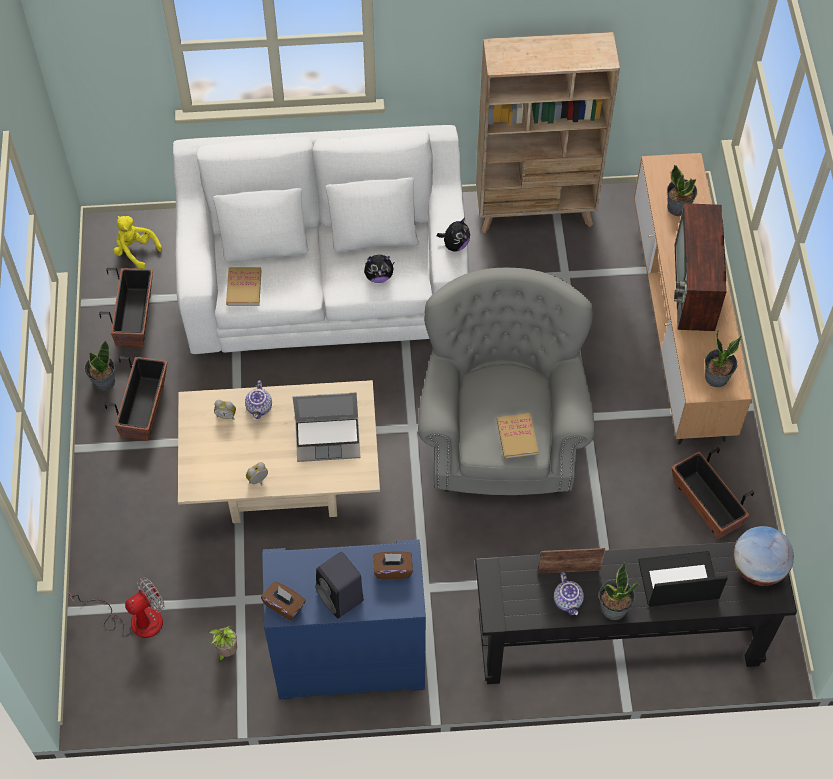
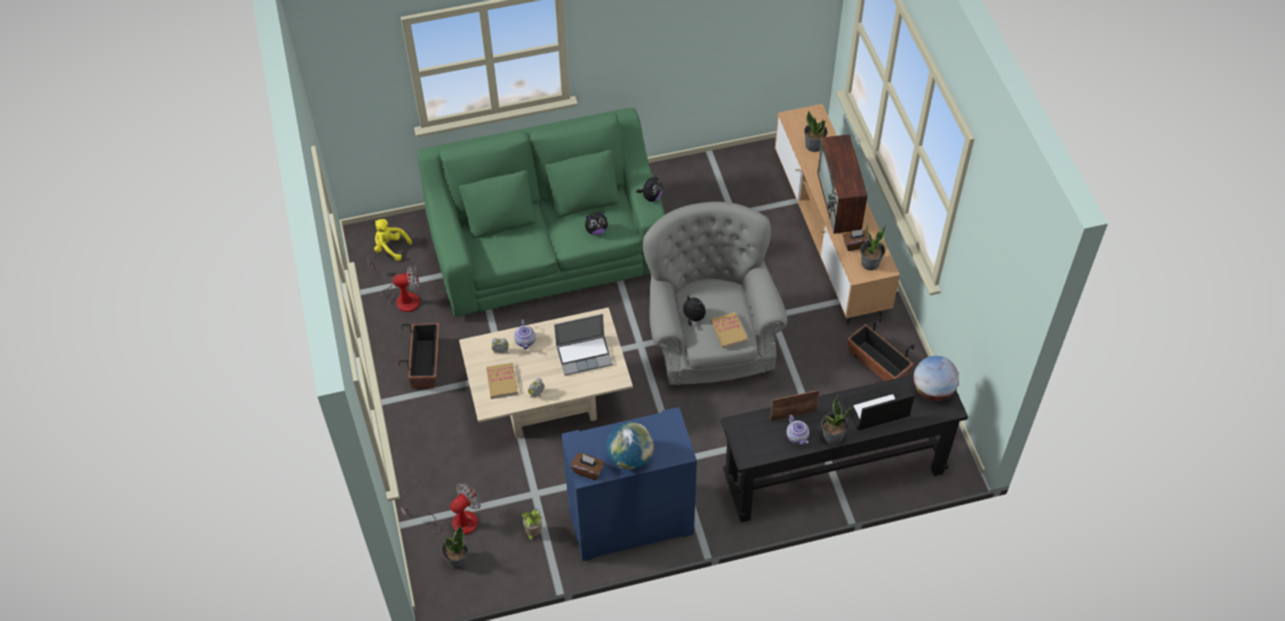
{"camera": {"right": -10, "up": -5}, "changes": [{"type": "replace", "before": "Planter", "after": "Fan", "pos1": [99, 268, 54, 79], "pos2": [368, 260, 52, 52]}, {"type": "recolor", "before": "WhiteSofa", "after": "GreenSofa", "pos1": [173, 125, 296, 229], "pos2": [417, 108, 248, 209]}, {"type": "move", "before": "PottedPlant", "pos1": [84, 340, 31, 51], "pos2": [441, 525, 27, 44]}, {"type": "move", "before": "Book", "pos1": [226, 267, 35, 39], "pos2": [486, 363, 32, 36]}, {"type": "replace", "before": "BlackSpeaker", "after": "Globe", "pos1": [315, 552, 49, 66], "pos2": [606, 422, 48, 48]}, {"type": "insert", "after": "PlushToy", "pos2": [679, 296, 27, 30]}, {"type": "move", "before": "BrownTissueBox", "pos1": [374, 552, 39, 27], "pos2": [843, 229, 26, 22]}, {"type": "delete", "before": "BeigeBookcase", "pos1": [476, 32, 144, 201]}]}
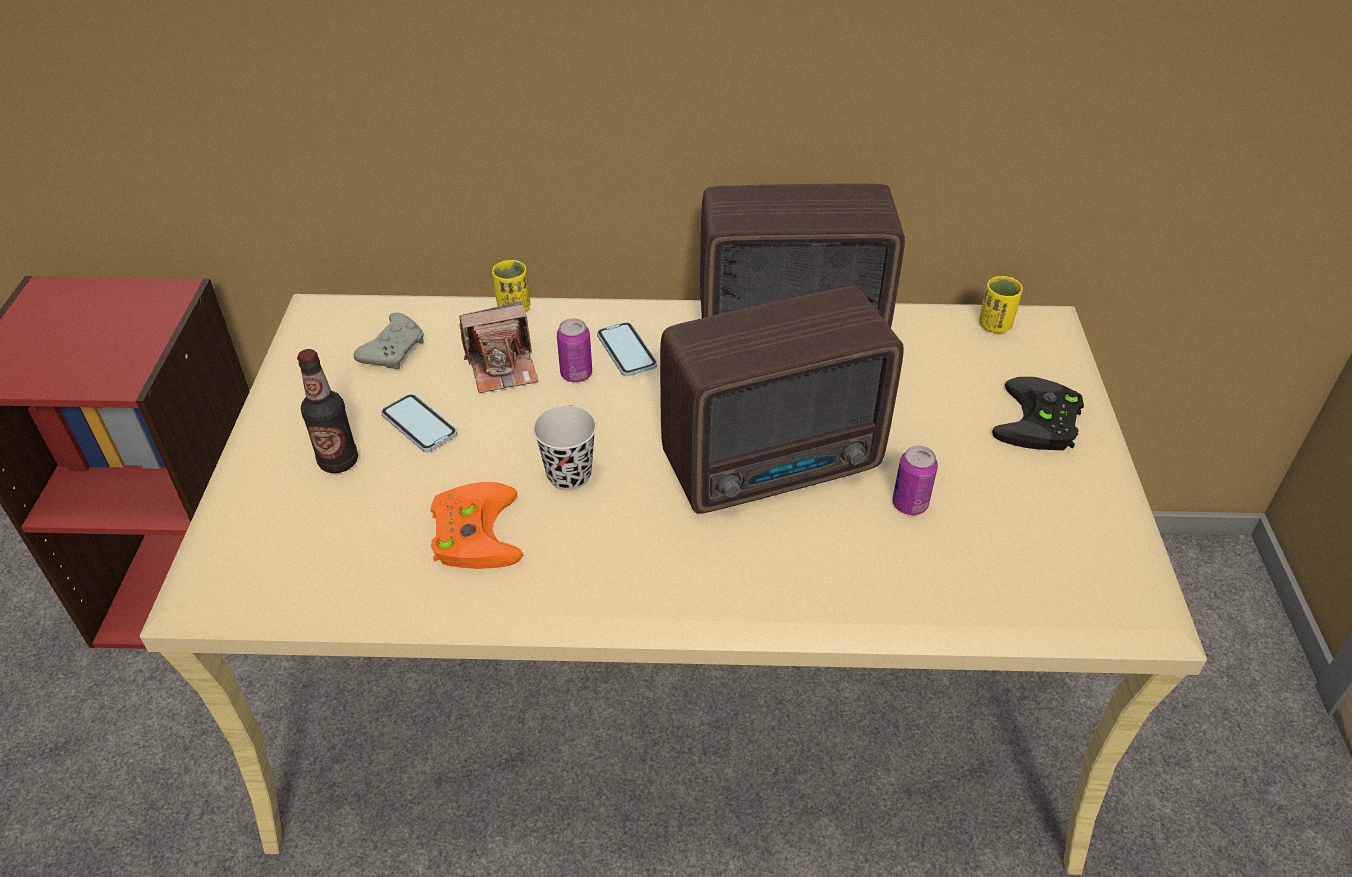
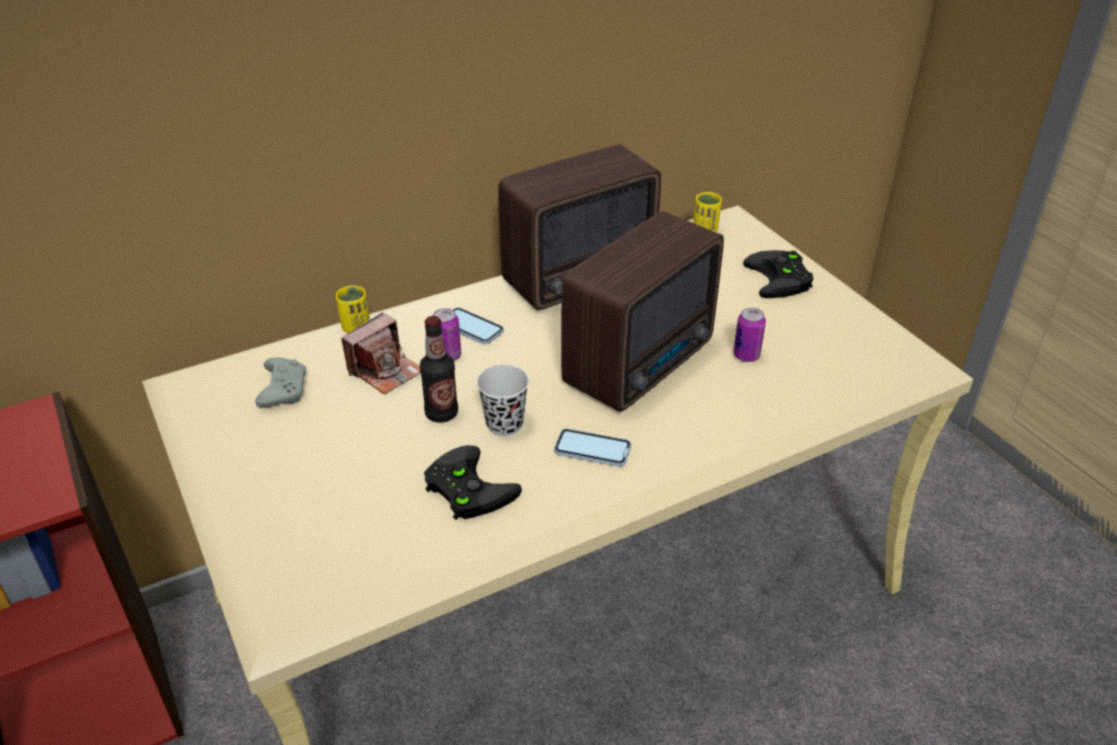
{"camera": {"right": -30, "up": -5}, "changes": [{"type": "move", "before": "Bottle", "pos1": [297, 349, 61, 124], "pos2": [420, 316, 38, 107]}, {"type": "recolor", "before": "OrangeGameController", "after": "BlackGameController", "pos1": [430, 482, 93, 87], "pos2": [424, 445, 98, 75]}, {"type": "move", "before": "Phone", "pos1": [381, 394, 76, 58], "pos2": [554, 428, 77, 39]}]}
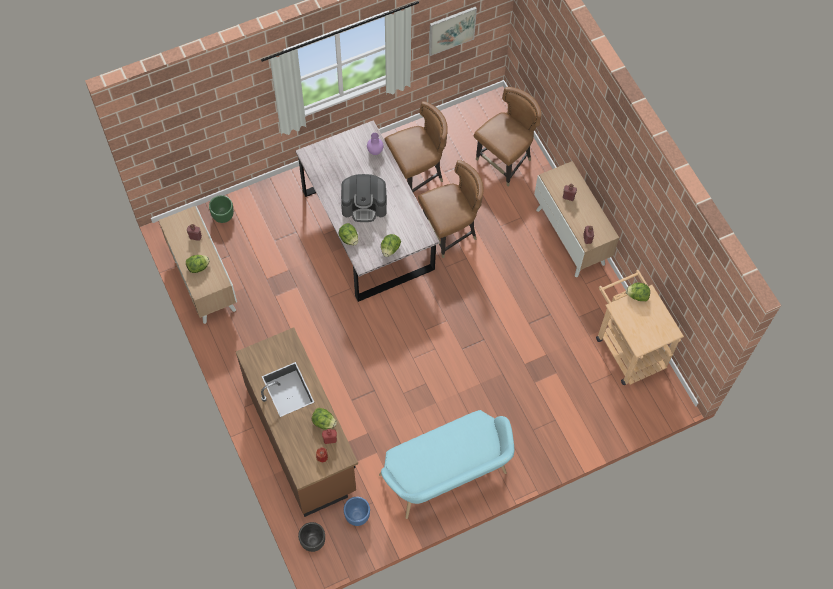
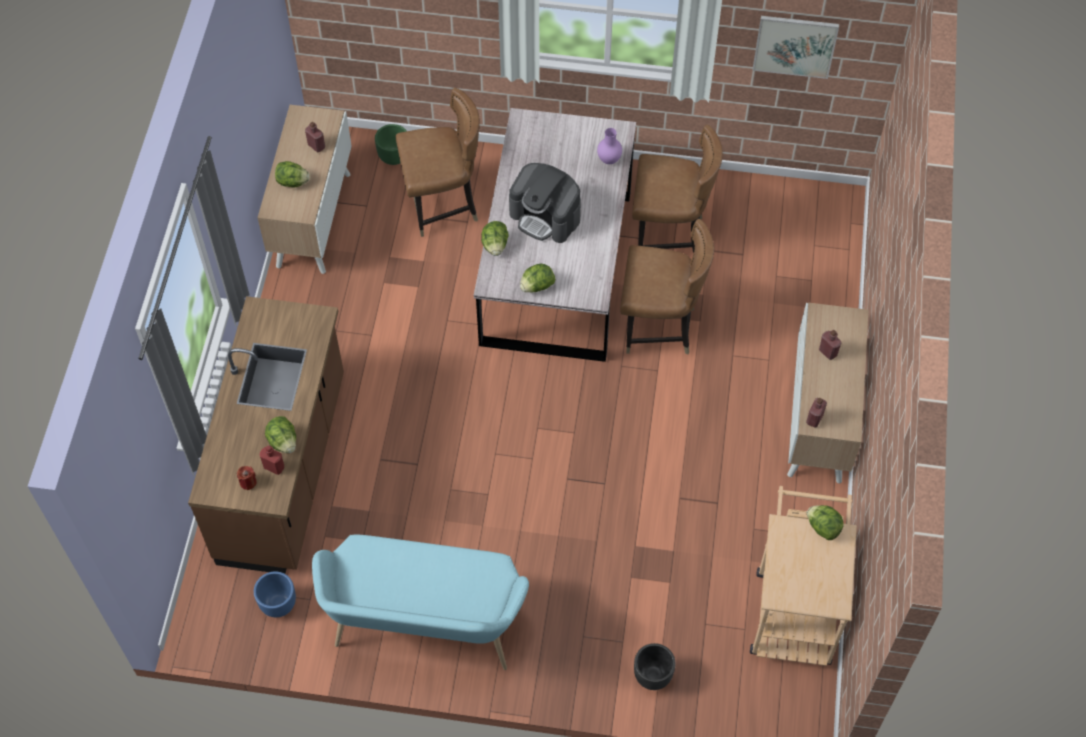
{"camera": {"right": 35, "up": -5}, "changes": [{"type": "move", "before": "BrownChair", "pos1": [474, 87, 68, 99], "pos2": [396, 88, 84, 149]}, {"type": "move", "before": "BlackPlanter", "pos1": [298, 522, 27, 30], "pos2": [634, 643, 42, 47]}]}
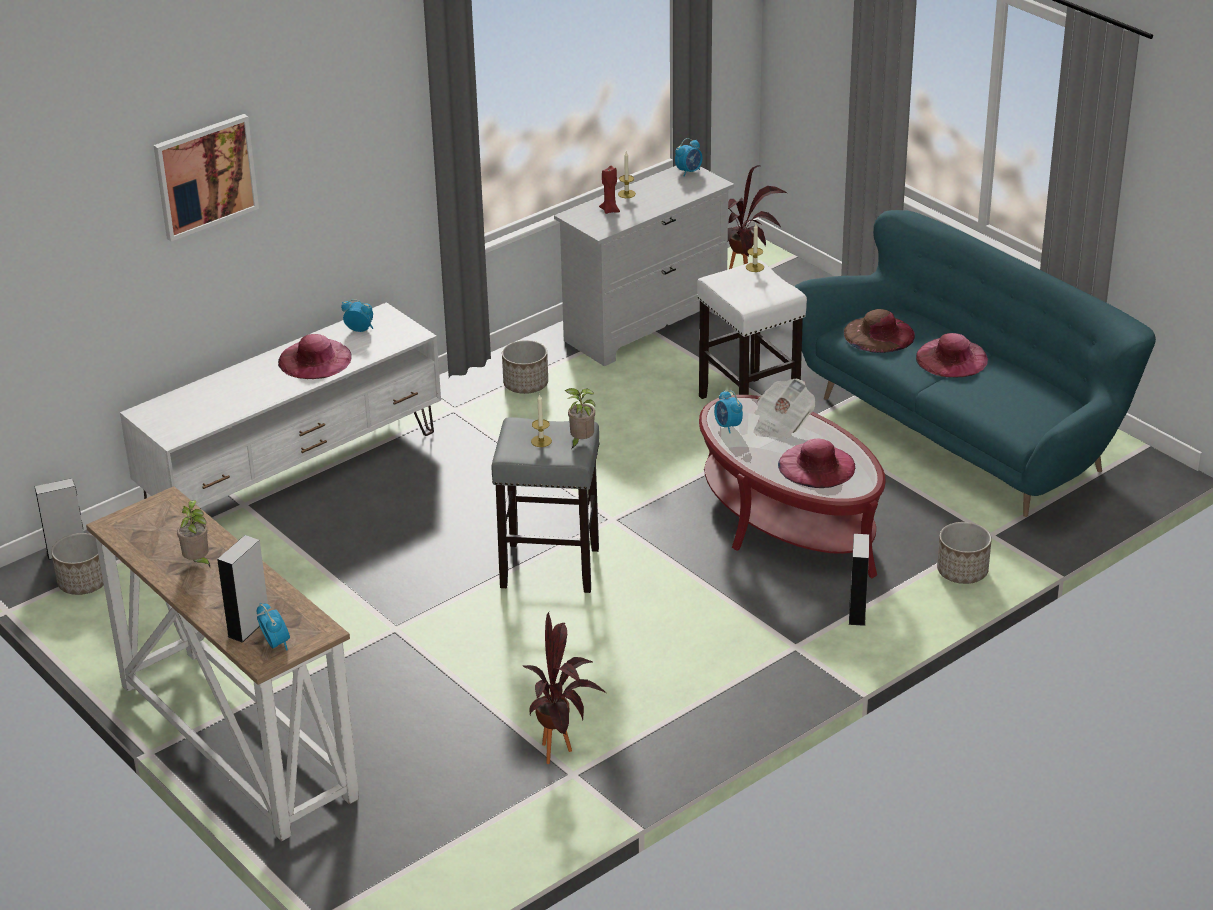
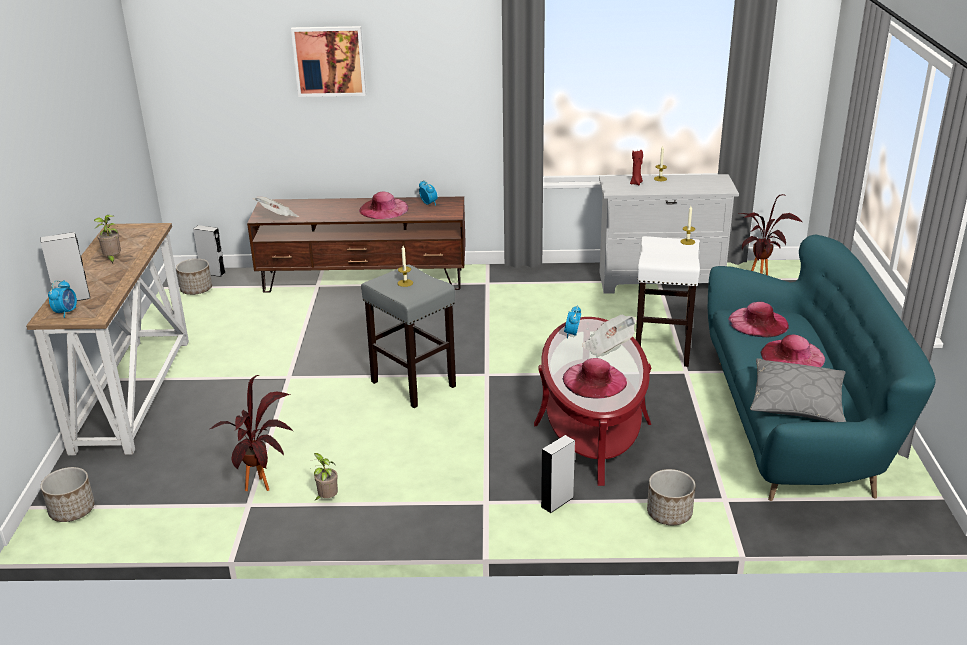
{"camera": {"right": 40, "up": -5}, "changes": [{"type": "move", "before": "Planter", "pos1": [502, 340, 46, 54], "pos2": [40, 467, 55, 55]}, {"type": "recolor", "before": "WhiteTvStand", "after": "BrownTvStand", "pos1": [120, 302, 321, 206], "pos2": [247, 196, 219, 97]}, {"type": "insert", "after": "Newspaper", "pos2": [253, 197, 47, 20]}, {"type": "move", "before": "PottedPlant", "pos1": [565, 388, 30, 60], "pos2": [314, 453, 24, 48]}, {"type": "recolor", "before": "BrownHat", "after": "PinkHat", "pos1": [844, 309, 71, 44], "pos2": [729, 302, 60, 35]}, {"type": "insert", "after": "GreyPillow", "pos2": [750, 358, 96, 64]}, {"type": "delete", "before": "AlarmClock", "pos1": [675, 138, 27, 39]}]}
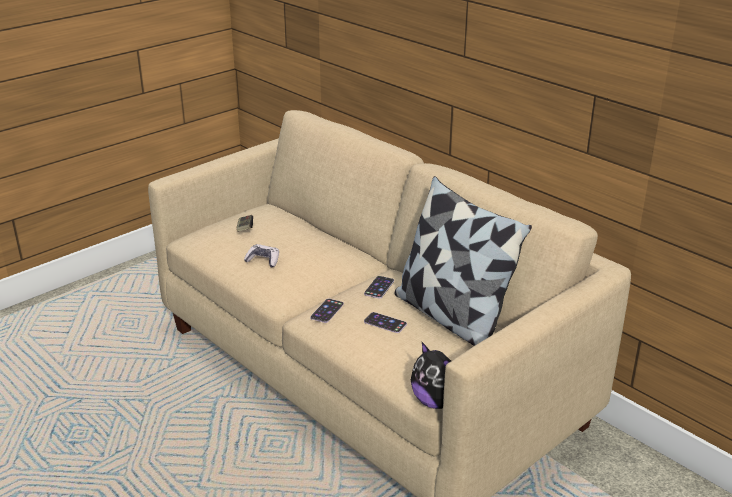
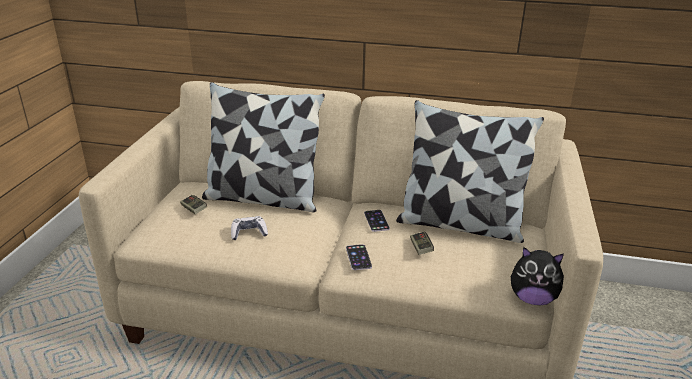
{"camera": {"right": -35, "up": 0}, "changes": [{"type": "insert", "after": "Pillow", "pos2": [202, 82, 123, 130]}, {"type": "replace", "before": "Phone", "after": "GameController", "pos1": [364, 312, 43, 21], "pos2": [410, 232, 24, 23]}]}
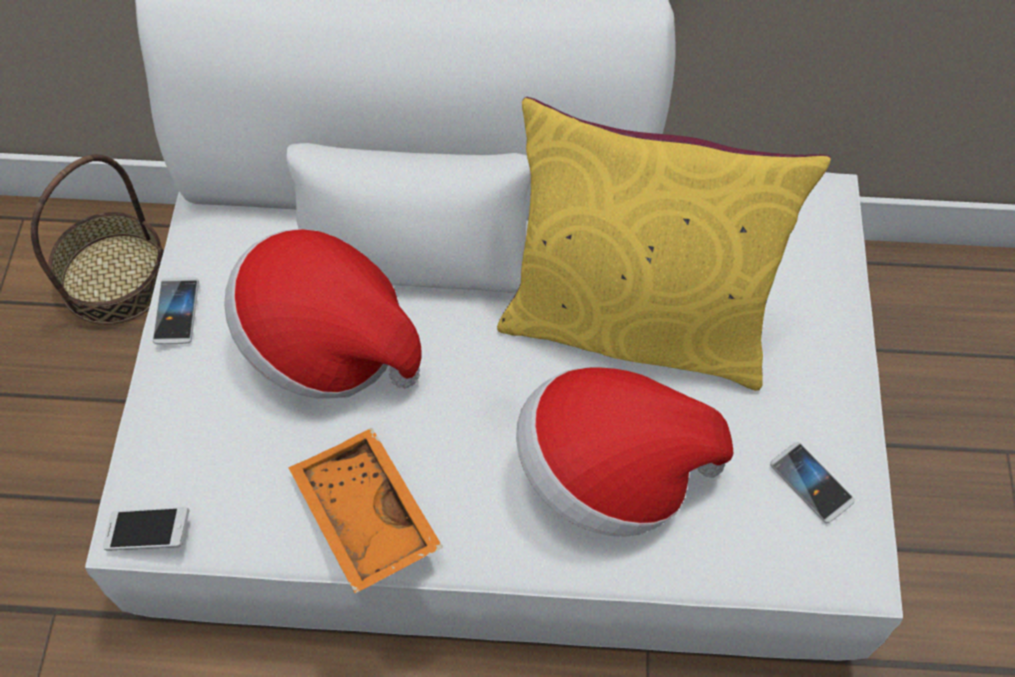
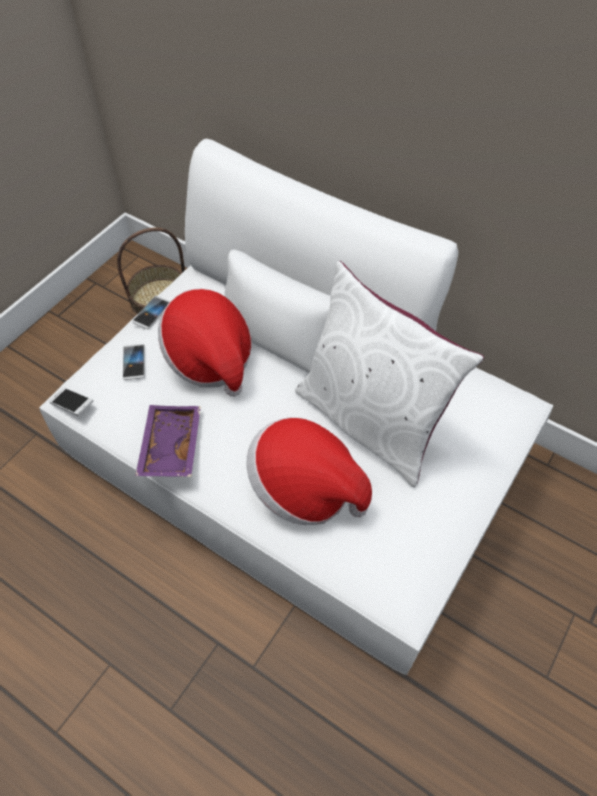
{"camera": {"right": 30, "up": -5}, "changes": [{"type": "move", "before": "Phone", "pos1": [770, 442, 85, 81], "pos2": [123, 344, 22, 36]}, {"type": "recolor", "before": "OrangeTray", "after": "PurpleTray", "pos1": [288, 428, 155, 165], "pos2": [135, 405, 66, 72]}, {"type": "recolor", "before": "YellowPillow", "after": "WhitePillow", "pos1": [497, 97, 334, 294], "pos2": [295, 261, 189, 226]}]}
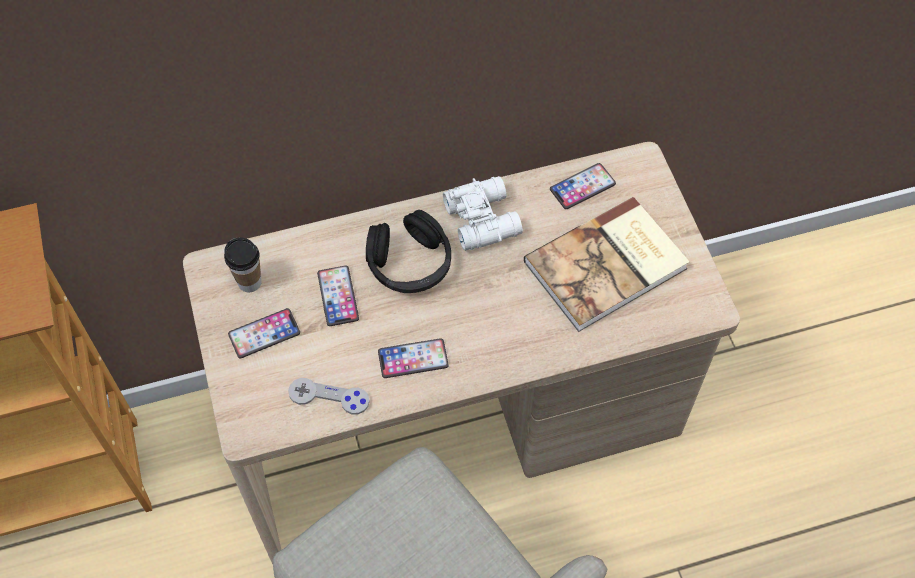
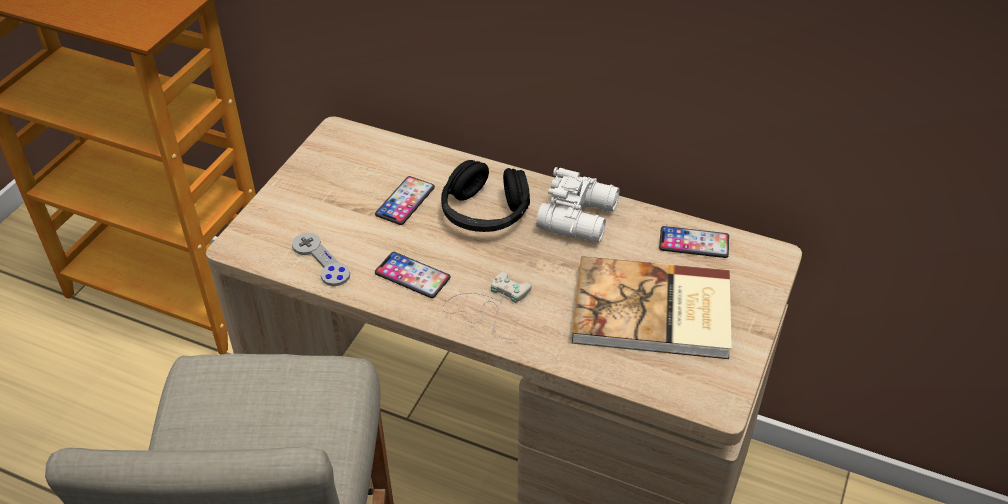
{"camera": {"right": 40, "up": -15}, "changes": [{"type": "insert", "after": "WhiteGameController", "pos2": [442, 271, 90, 69]}, {"type": "delete", "before": "Cup", "pos1": [224, 237, 38, 55]}, {"type": "delete", "before": "Phone", "pos1": [228, 308, 72, 50]}]}
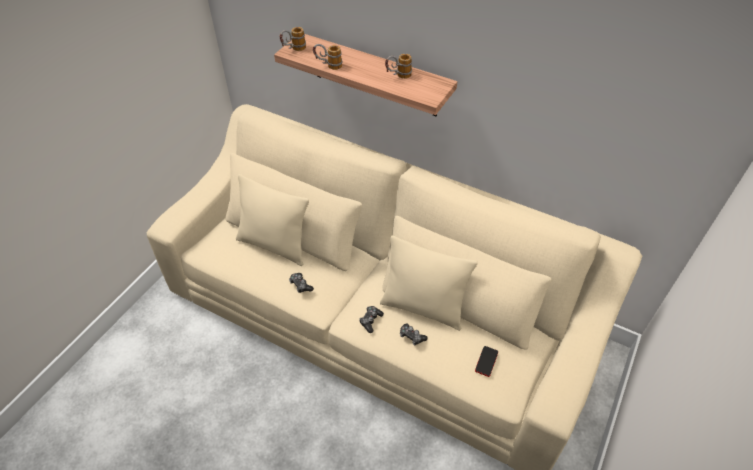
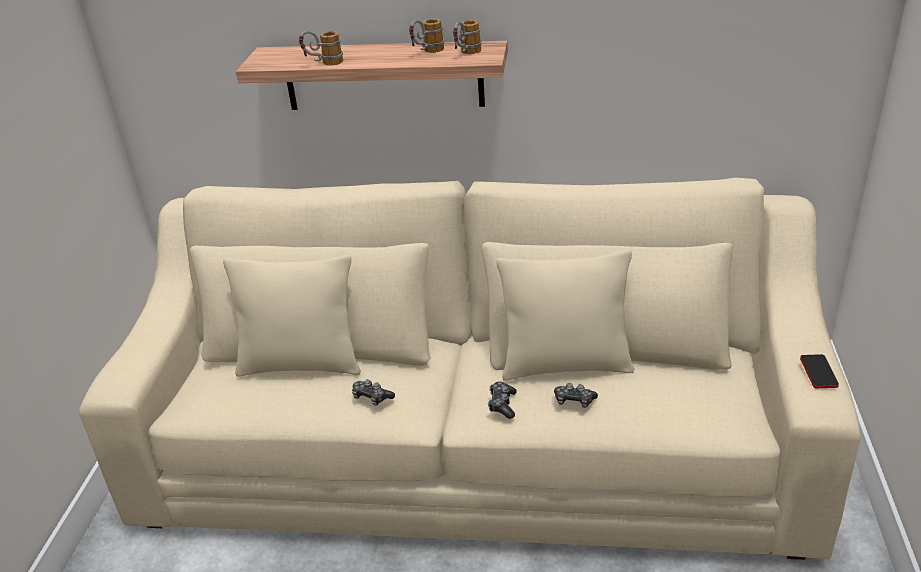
{"camera": {"right": -20, "up": -15}, "changes": [{"type": "move", "before": "Mug", "pos1": [279, 27, 27, 24], "pos2": [453, 20, 29, 34]}, {"type": "move", "before": "Phone", "pos1": [475, 346, 23, 31], "pos2": [800, 354, 39, 34]}]}
